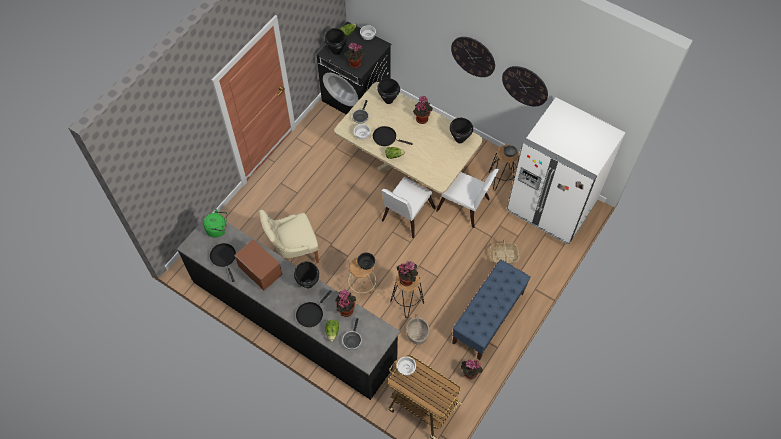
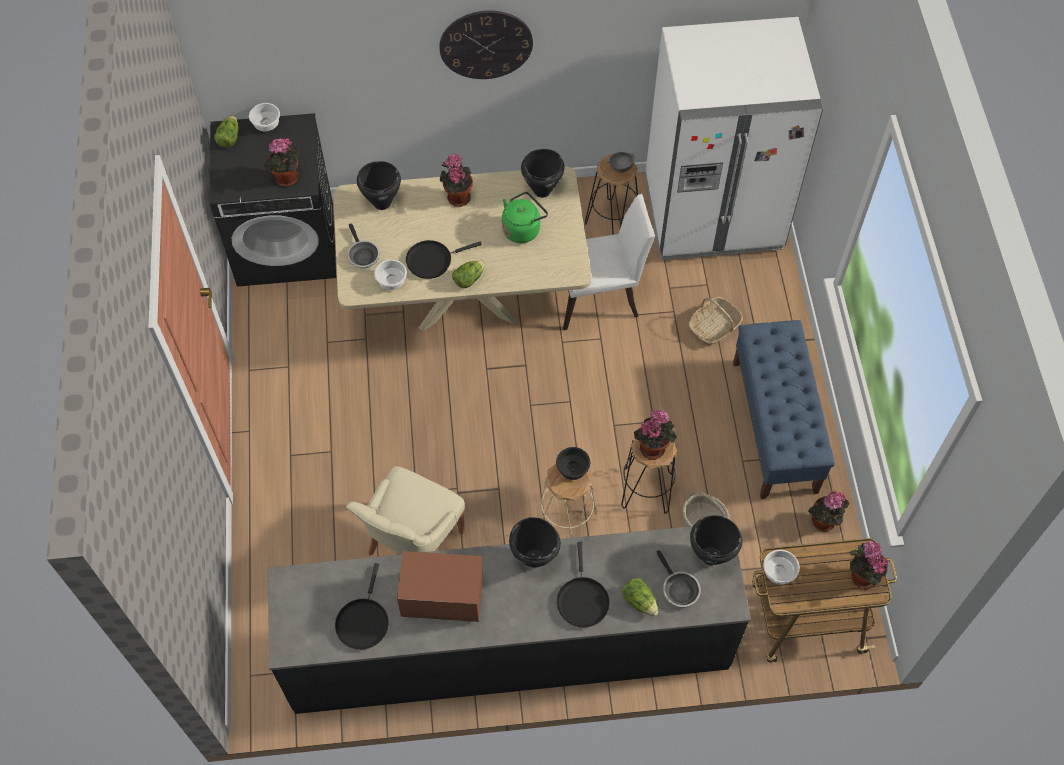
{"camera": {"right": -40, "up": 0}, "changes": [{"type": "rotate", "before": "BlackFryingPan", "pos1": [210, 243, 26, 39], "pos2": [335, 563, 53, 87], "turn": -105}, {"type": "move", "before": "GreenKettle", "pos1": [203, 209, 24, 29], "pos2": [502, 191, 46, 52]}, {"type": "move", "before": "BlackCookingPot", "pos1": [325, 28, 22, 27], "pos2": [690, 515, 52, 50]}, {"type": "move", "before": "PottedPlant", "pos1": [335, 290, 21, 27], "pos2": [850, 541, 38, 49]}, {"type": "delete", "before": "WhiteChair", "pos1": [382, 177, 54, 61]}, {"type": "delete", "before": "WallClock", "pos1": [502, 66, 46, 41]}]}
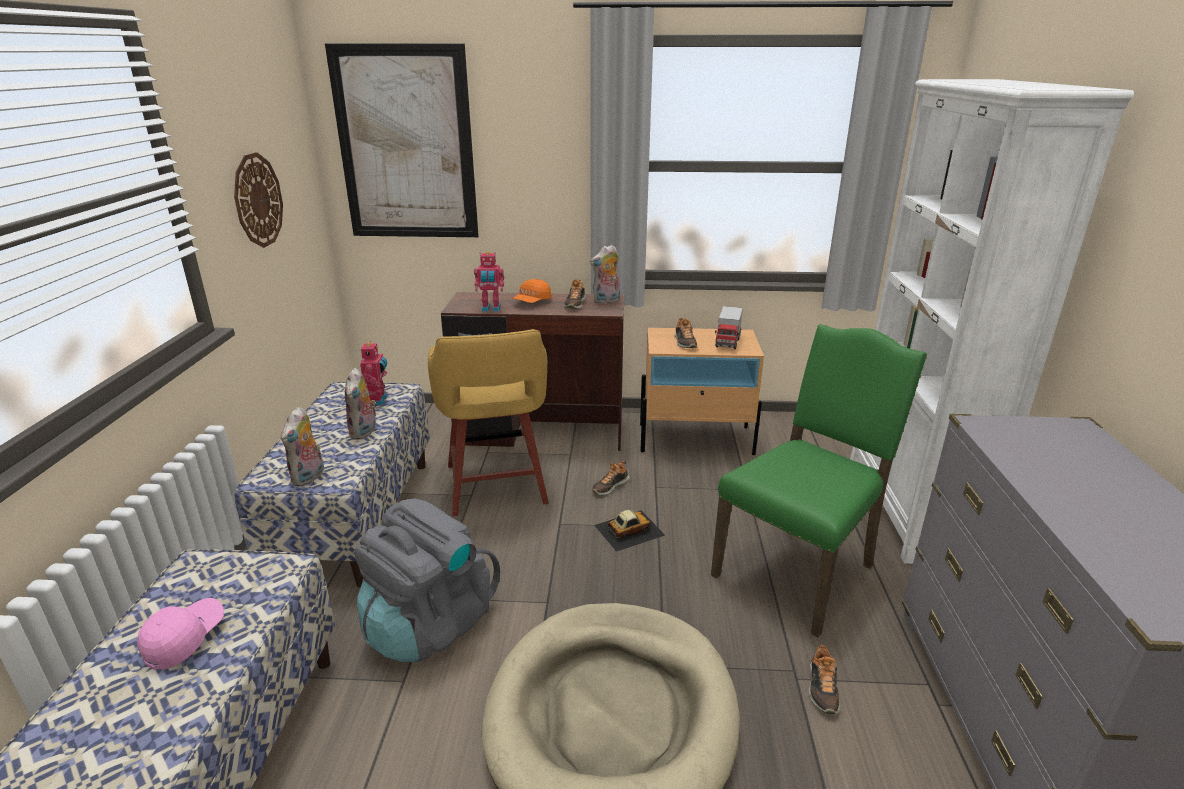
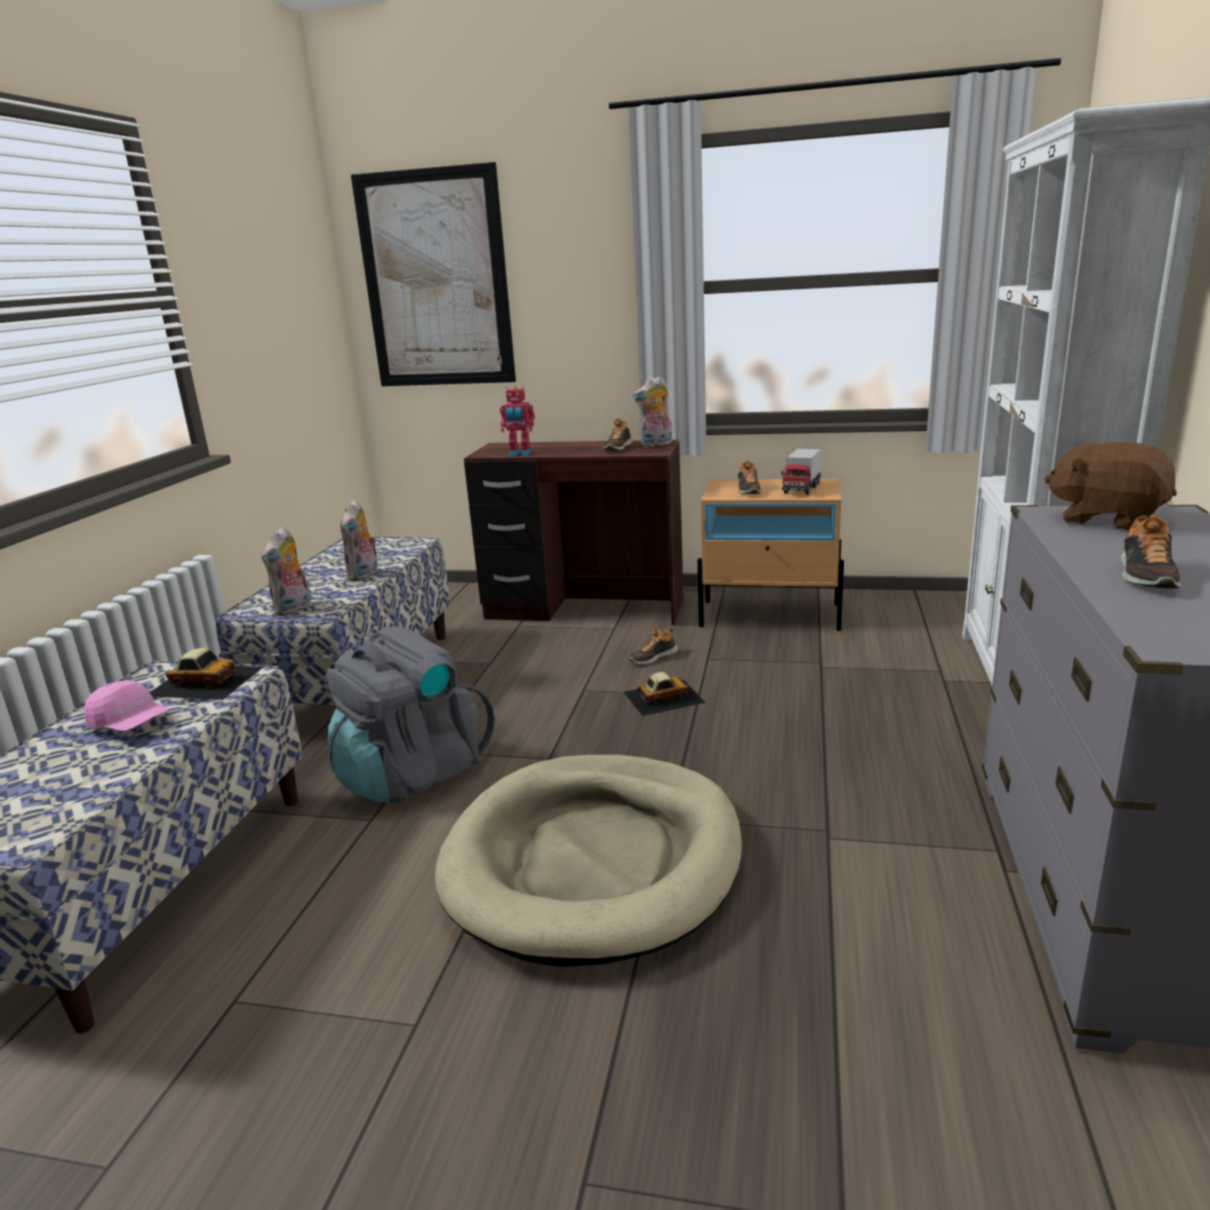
{"camera": {"right": 10, "up": -5}, "changes": [{"type": "rotate", "before": "PinkCap", "pos1": [137, 598, 87, 72], "pos2": [84, 681, 85, 50], "turn": 90}, {"type": "insert", "after": "ToyCar", "pos2": [150, 648, 113, 51]}, {"type": "insert", "after": "BrownPlushToy", "pos2": [1044, 442, 133, 88]}, {"type": "move", "before": "Shoe", "pos1": [809, 644, 31, 70], "pos2": [1120, 515, 61, 74]}, {"type": "delete", "before": "WallClock", "pos1": [234, 152, 49, 96]}, {"type": "delete", "before": "ToyRobot", "pos1": [360, 341, 28, 64]}, {"type": "delete", "before": "YellowStool", "pos1": [428, 329, 121, 187]}, {"type": "delete", "before": "OrangeCap", "pos1": [512, 279, 40, 24]}, {"type": "delete", "before": "GreenChair", "pos1": [711, 324, 216, 314]}]}
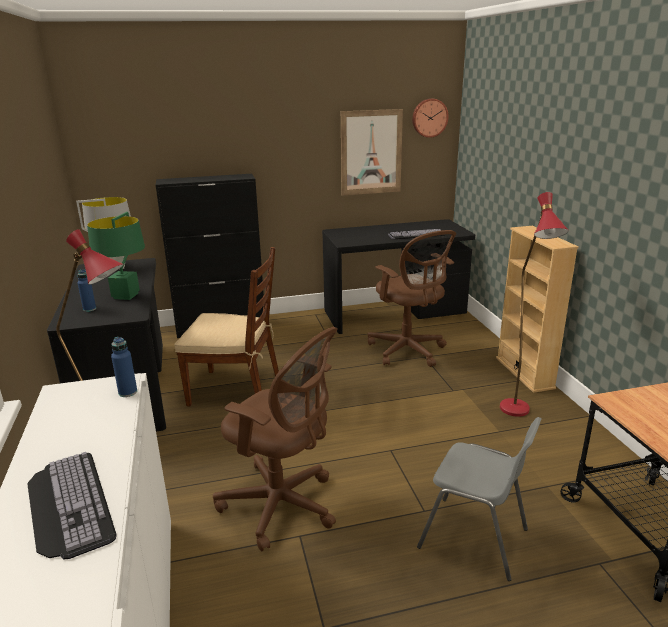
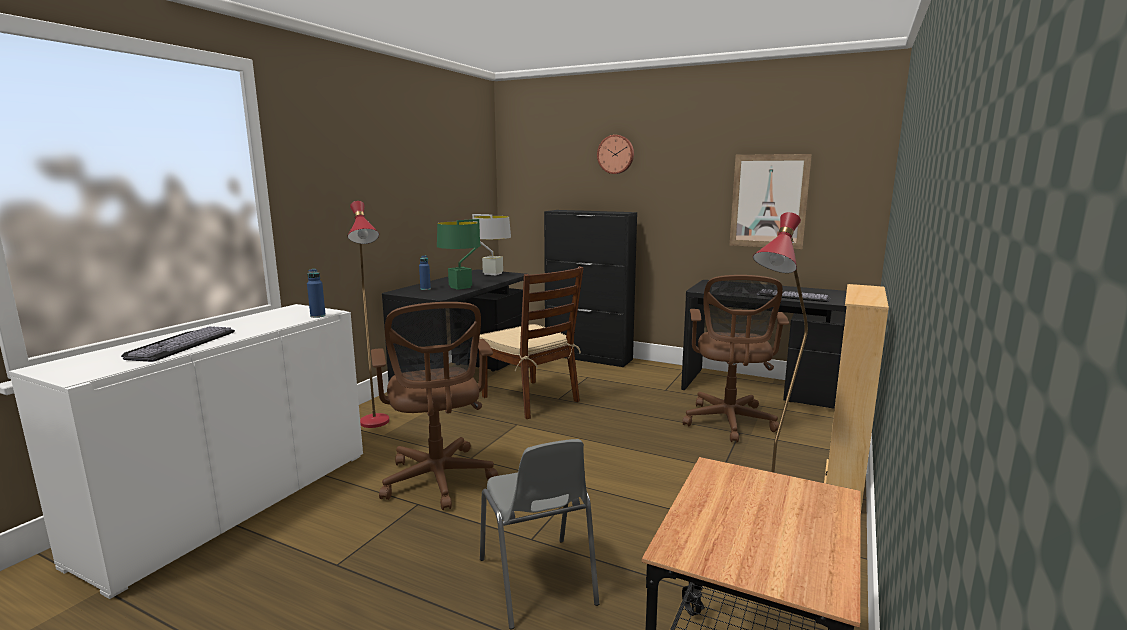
{"camera": {"right": 40, "up": -10}, "changes": [{"type": "move", "before": "WallClock", "pos1": [412, 98, 37, 40], "pos2": [597, 135, 37, 39]}]}
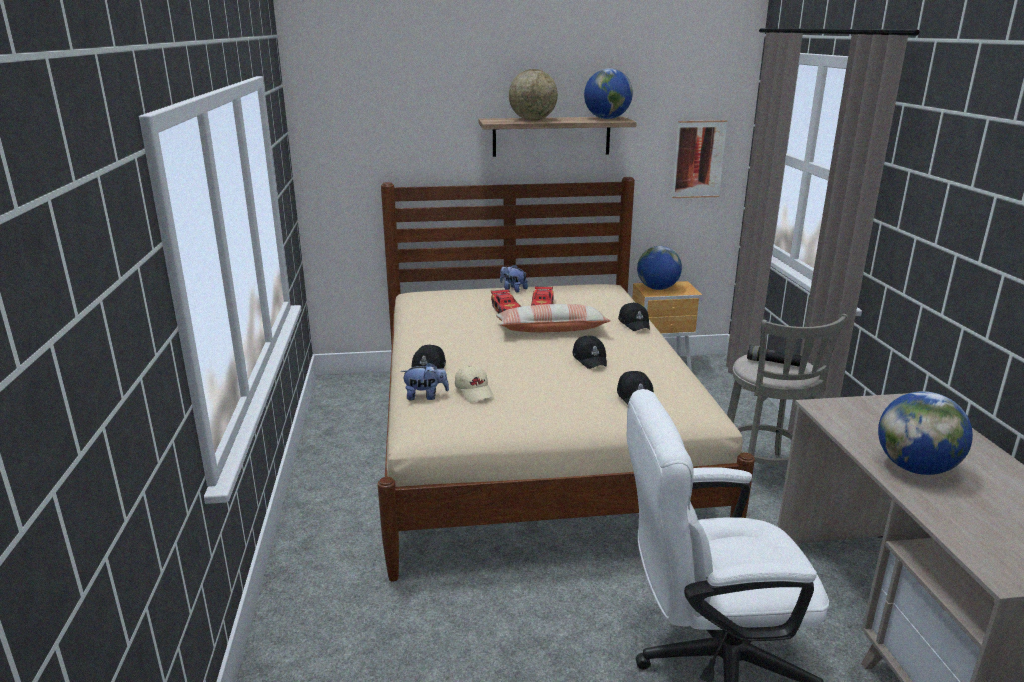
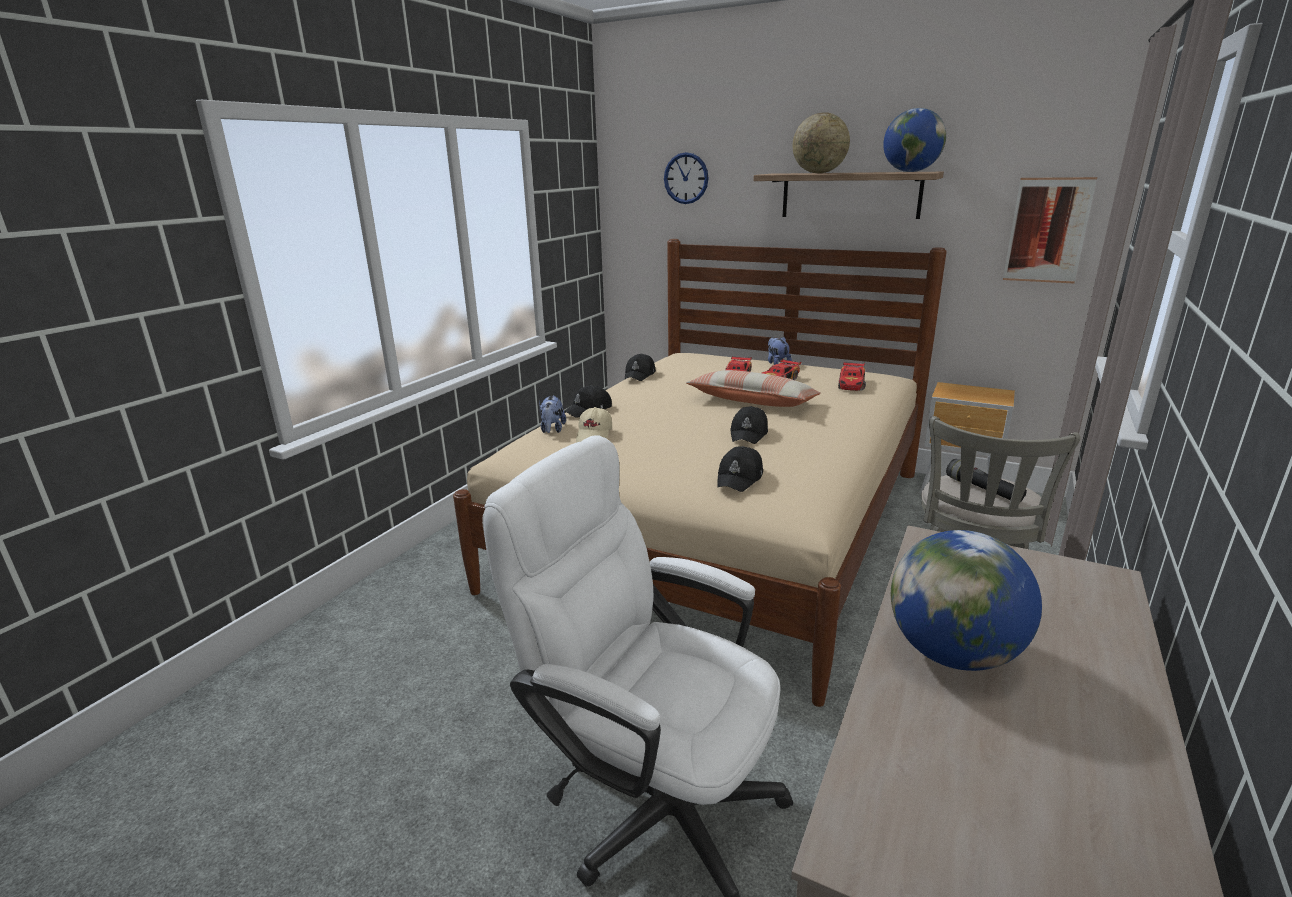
{"camera": {"right": 35, "up": 0}, "changes": [{"type": "rotate", "before": "PlushToy", "pos1": [401, 362, 48, 39], "pos2": [539, 395, 27, 38], "turn": 60}, {"type": "move", "before": "BlackCap", "pos1": [618, 302, 32, 29], "pos2": [625, 353, 31, 28]}, {"type": "insert", "after": "WallClock", "pos2": [664, 152, 45, 52]}, {"type": "insert", "after": "ToyCar", "pos2": [838, 362, 28, 29]}, {"type": "delete", "before": "Globe", "pos1": [637, 246, 45, 44]}]}
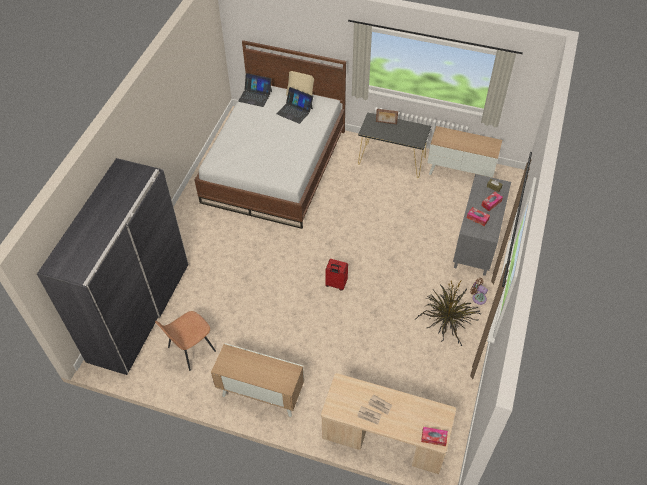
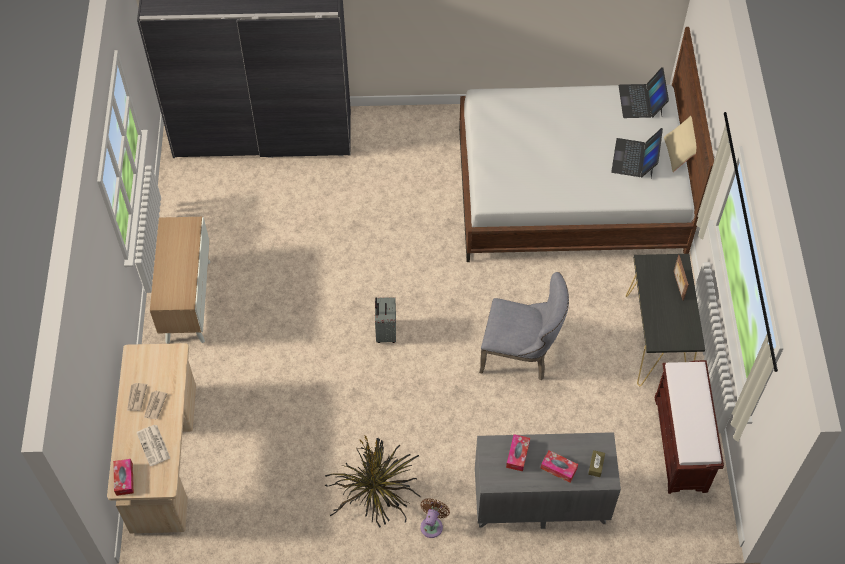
{"camera": {"right": 70, "up": 5}, "changes": [{"type": "insert", "after": "Newspaper", "pos2": [136, 425, 34, 41]}, {"type": "recolor", "before": "RedSuitcase", "after": "GreySuitcase", "pos1": [325, 259, 23, 32], "pos2": [375, 297, 21, 46]}, {"type": "insert", "after": "GreyChair", "pos2": [479, 272, 90, 108]}, {"type": "replace", "before": "Cabinet", "after": "BrownBench", "pos1": [427, 126, 75, 52], "pos2": [654, 360, 70, 134]}, {"type": "delete", "before": "BrownChair", "pos1": [155, 311, 61, 60]}]}
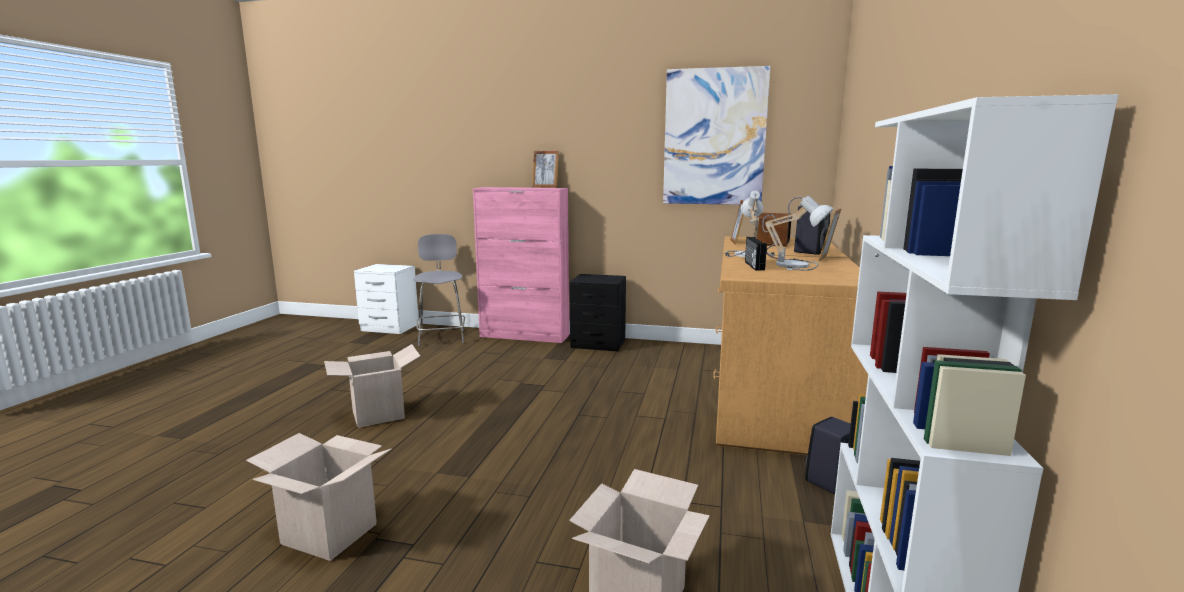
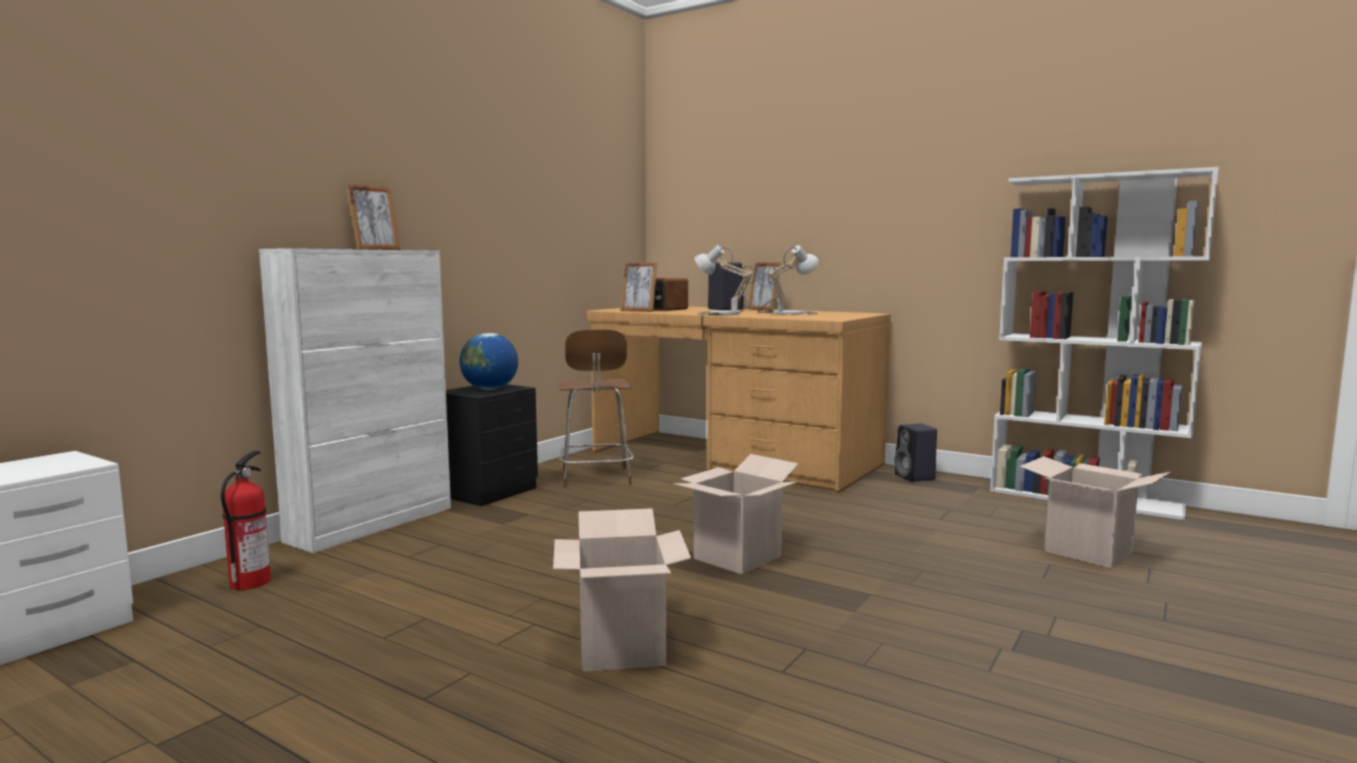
{"camera": {"right": -70, "up": -5}, "changes": [{"type": "replace", "before": "GreyChair", "after": "FireExtinguisher", "pos1": [413, 234, 52, 112], "pos2": [221, 451, 50, 139]}, {"type": "recolor", "before": "PinkCabinet", "after": "WhiteCabinet", "pos1": [473, 187, 96, 156], "pos2": [259, 248, 192, 305]}, {"type": "insert", "after": "Globe", "pos2": [459, 333, 59, 57]}, {"type": "insert", "after": "BrownChair", "pos2": [559, 330, 75, 158]}, {"type": "move", "before": "CardboardBox", "pos1": [246, 433, 145, 128], "pos2": [673, 454, 126, 120]}, {"type": "delete", "before": "Picture", "pos1": [663, 66, 108, 139]}, {"type": "delete", "before": "Radio", "pos1": [745, 237, 22, 34]}]}
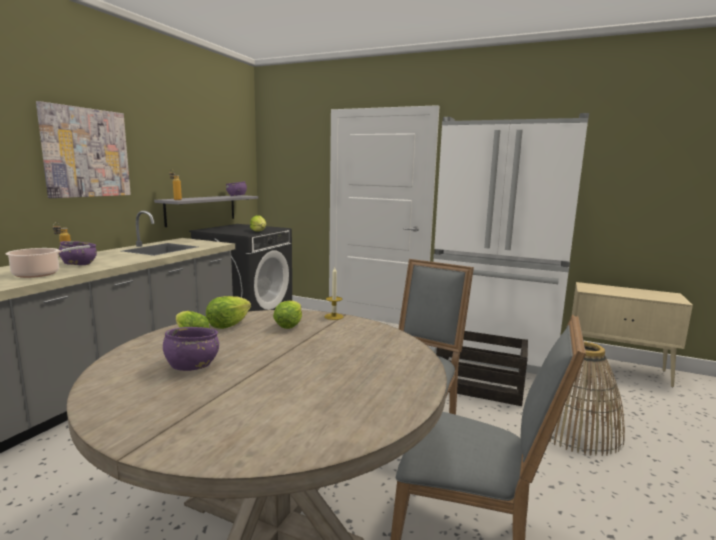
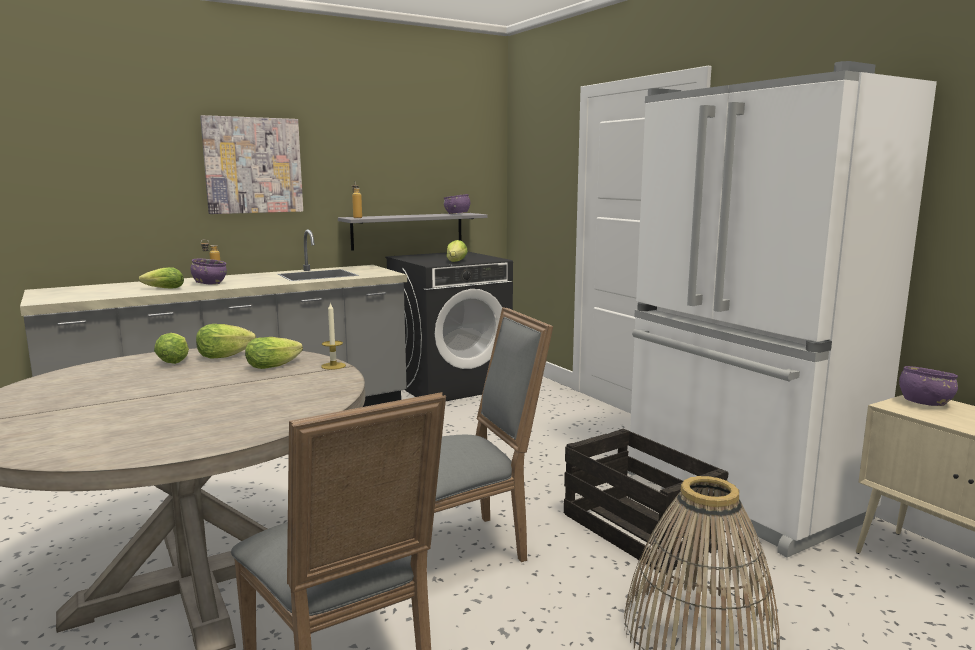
{"camera": {"right": 35, "up": 0}, "changes": [{"type": "replace", "before": "CookingPot", "after": "Lettuce", "pos1": [5, 245, 85, 33], "pos2": [139, 267, 45, 22]}, {"type": "move", "before": "PurpleBowl", "pos1": [163, 327, 56, 44], "pos2": [899, 366, 59, 40]}]}
